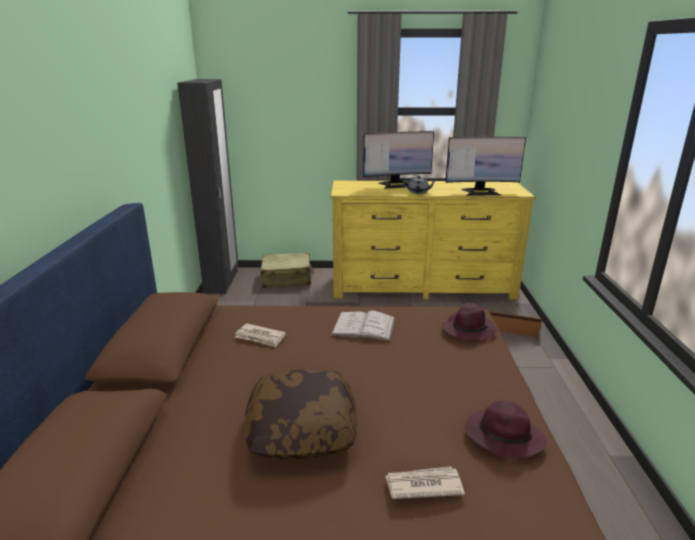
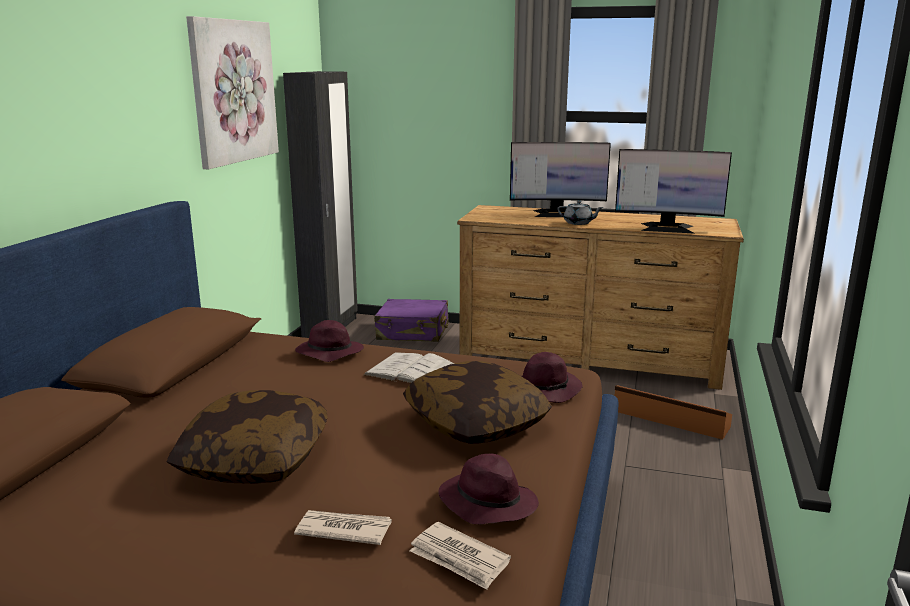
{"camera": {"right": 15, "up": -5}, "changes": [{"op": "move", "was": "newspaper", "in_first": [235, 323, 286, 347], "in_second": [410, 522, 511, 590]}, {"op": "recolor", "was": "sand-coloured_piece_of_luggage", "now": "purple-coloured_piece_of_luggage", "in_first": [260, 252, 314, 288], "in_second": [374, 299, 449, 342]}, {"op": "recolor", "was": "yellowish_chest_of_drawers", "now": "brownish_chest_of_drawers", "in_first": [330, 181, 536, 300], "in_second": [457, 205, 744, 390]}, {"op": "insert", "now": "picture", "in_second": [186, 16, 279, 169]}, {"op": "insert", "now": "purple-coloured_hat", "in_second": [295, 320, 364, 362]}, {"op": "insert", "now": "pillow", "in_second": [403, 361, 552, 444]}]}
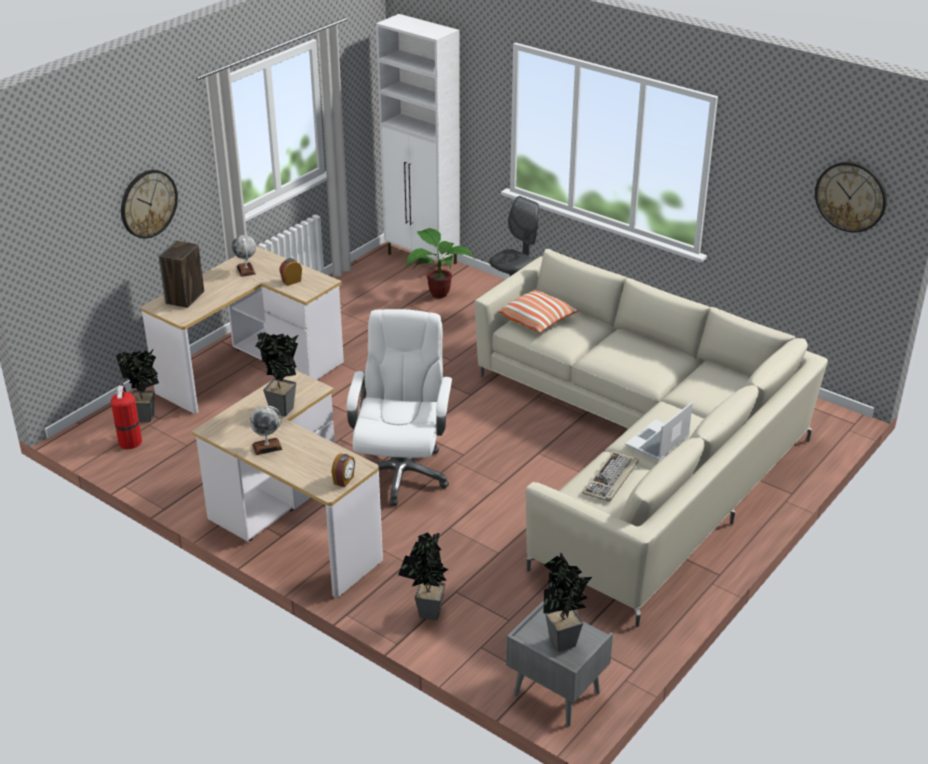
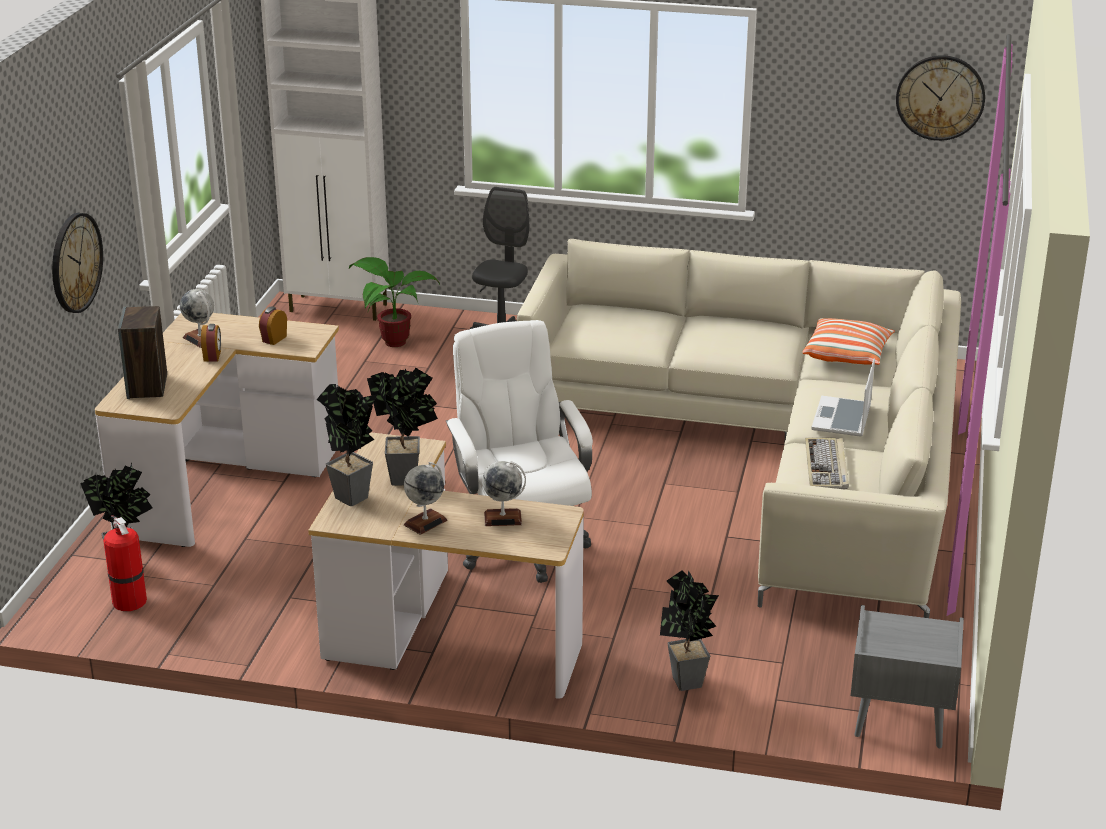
{"camera": {"right": -25, "up": -5}, "changes": [{"op": "move", "was": "table_clock", "in_first": [332, 453, 355, 487], "in_second": [201, 324, 221, 362]}, {"op": "move", "was": "pillow", "in_first": [498, 289, 579, 332], "in_second": [802, 318, 895, 365]}, {"op": "move", "was": "plant_in_a_pot", "in_first": [543, 552, 592, 652], "in_second": [316, 384, 377, 506]}, {"op": "insert", "now": "desk_globe", "in_second": [482, 461, 526, 526]}]}
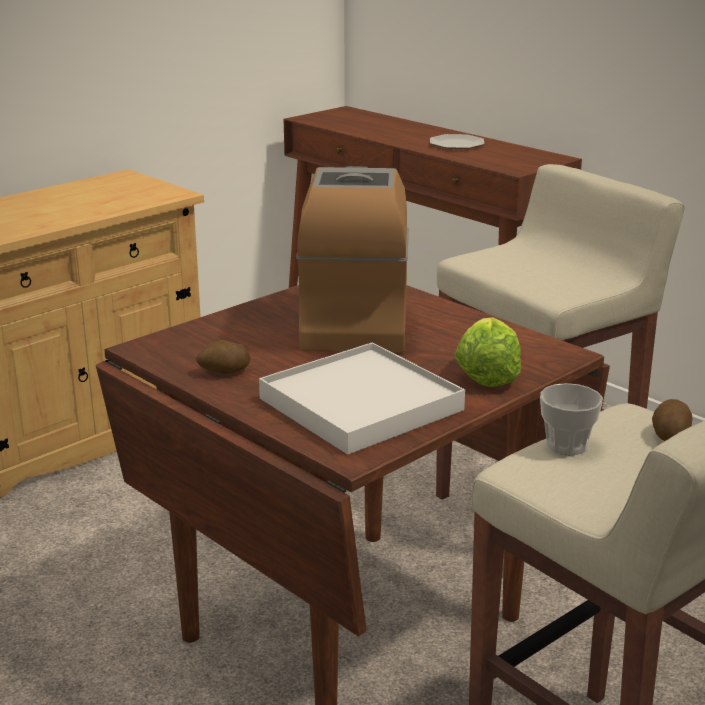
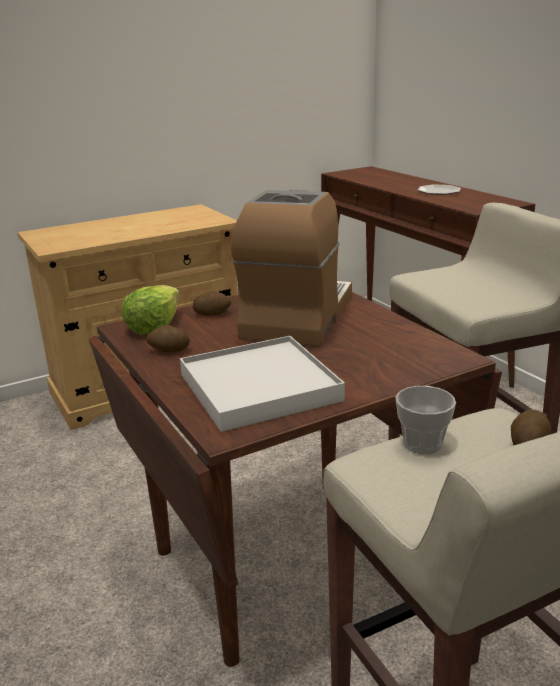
{"camera": {"right": 15, "up": 0}, "changes": [{"op": "move", "was": "head_of_lettuce", "in_first": [455, 317, 521, 387], "in_second": [121, 285, 180, 335]}, {"op": "insert", "now": "potato", "in_second": [193, 291, 231, 316]}]}
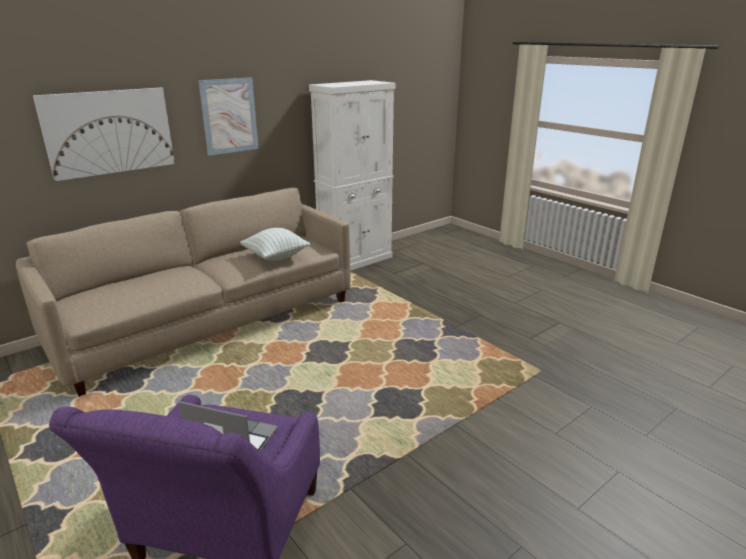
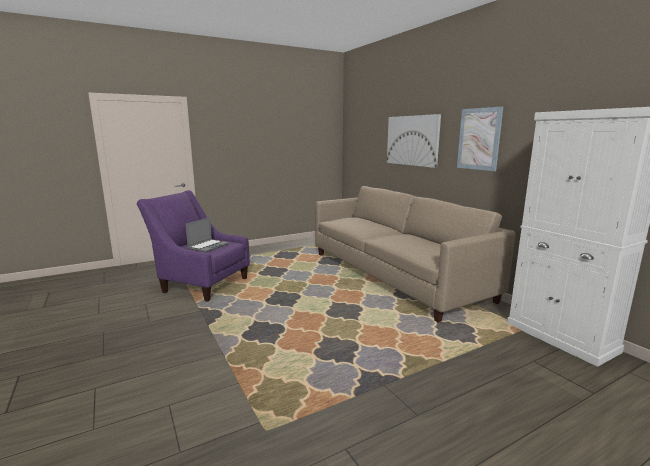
{"camera": {"right": 100, "up": -10}, "changes": [{"op": "delete", "was": "pillow", "in_first": [240, 228, 310, 261]}]}
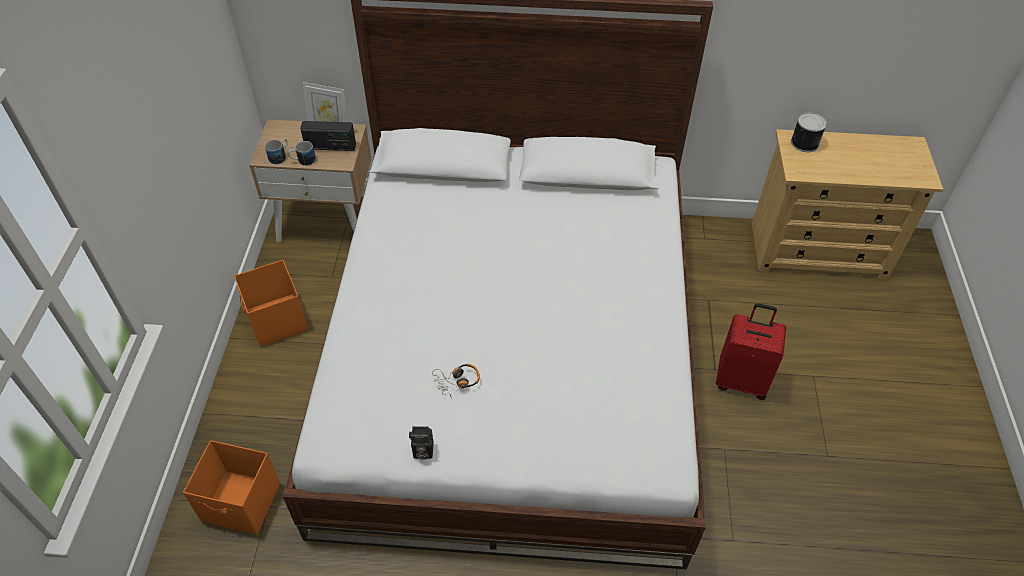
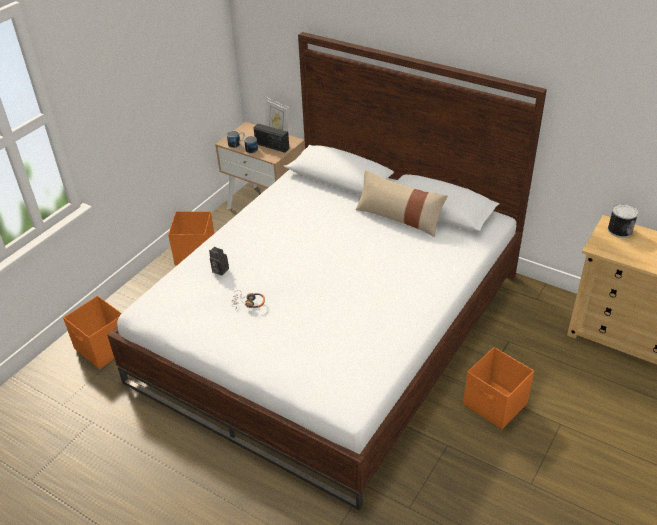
{"camera": {"right": 30, "up": -10}, "changes": [{"op": "move", "was": "still_camera", "in_first": [409, 426, 434, 460], "in_second": [209, 247, 229, 276]}, {"op": "replace", "was": "reddish_piece_of_luggage", "now": "orange_storage_box", "in_first": [716, 303, 786, 400], "in_second": [463, 347, 534, 429]}, {"op": "insert", "now": "sand-coloured_pillow", "in_second": [356, 170, 448, 237]}]}
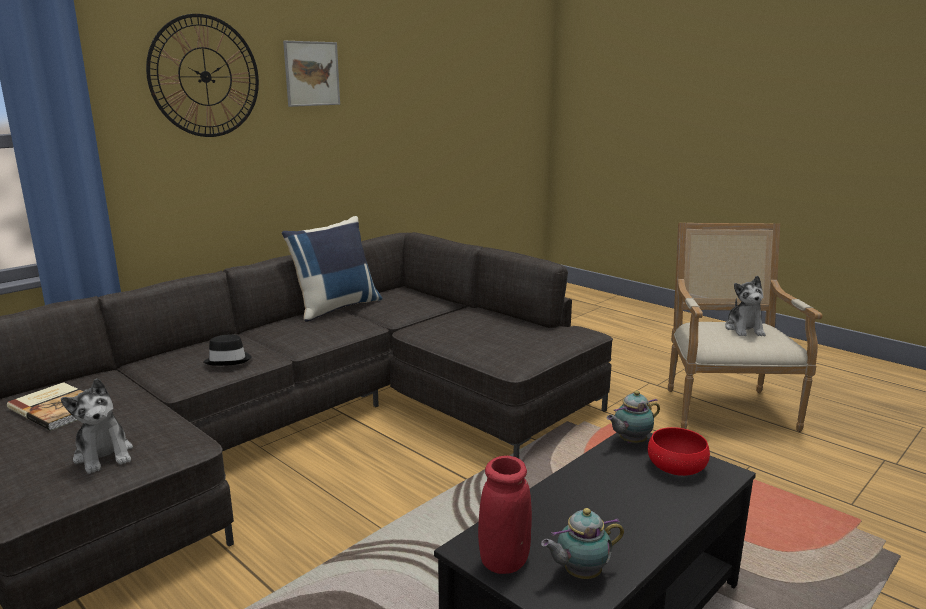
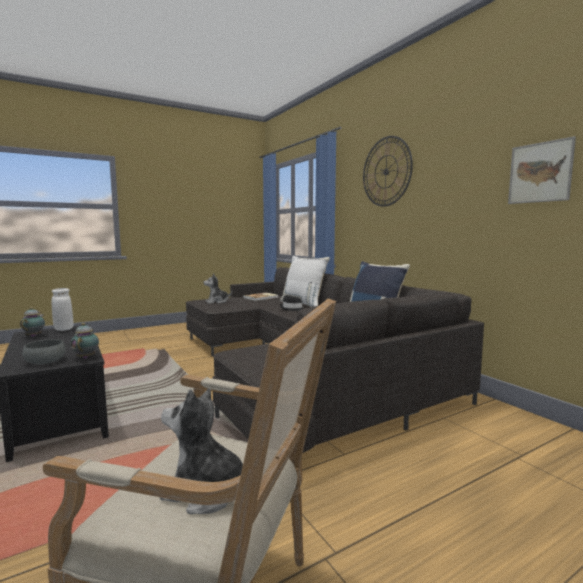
{"camera": {"right": 105, "up": -10}, "changes": [{"op": "move", "was": "picture", "in_first": [283, 41, 340, 107], "in_second": [508, 136, 576, 204]}, {"op": "recolor", "was": "reddish_flower_vase", "now": "whitish_flower_vase", "in_first": [478, 456, 532, 574], "in_second": [52, 288, 73, 331]}, {"op": "recolor", "was": "reddish_deep_dish", "now": "gray_deep_dish", "in_first": [648, 427, 710, 476], "in_second": [22, 339, 66, 364]}, {"op": "insert", "now": "whitish_pillow", "in_second": [280, 256, 330, 307]}]}
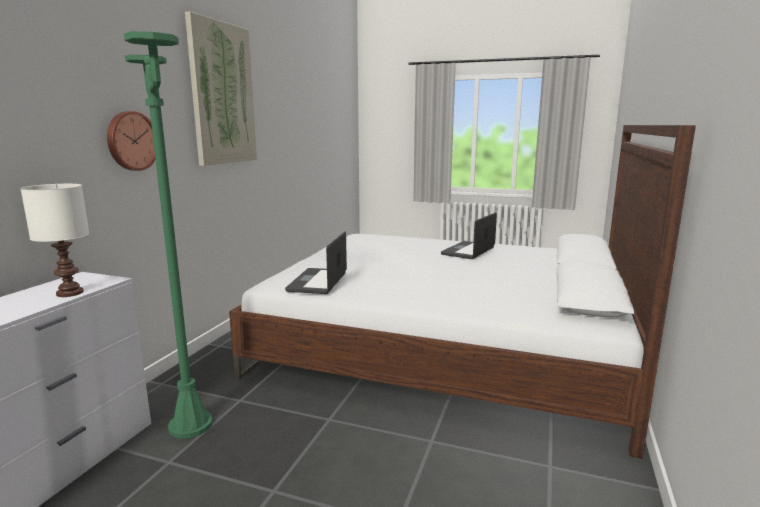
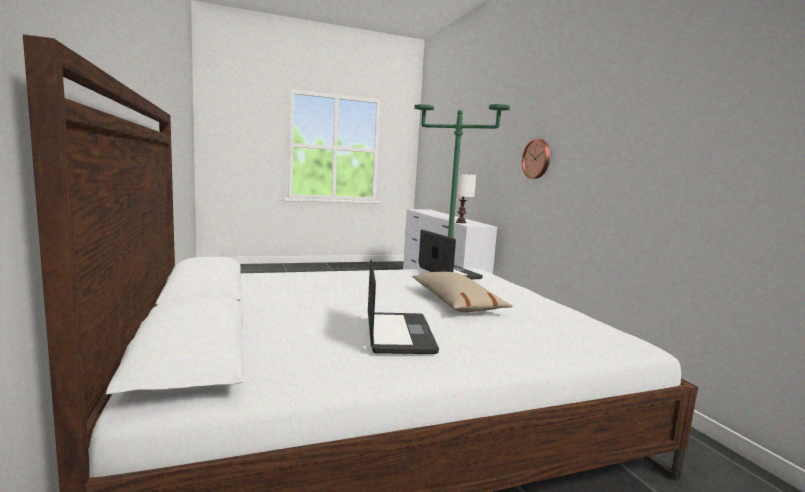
{"camera": {"right": 140, "up": -5}, "changes": [{"op": "delete", "was": "picture", "in_first": [185, 11, 257, 166]}, {"op": "insert", "now": "sand-coloured_pillow", "in_second": [412, 272, 513, 312]}]}
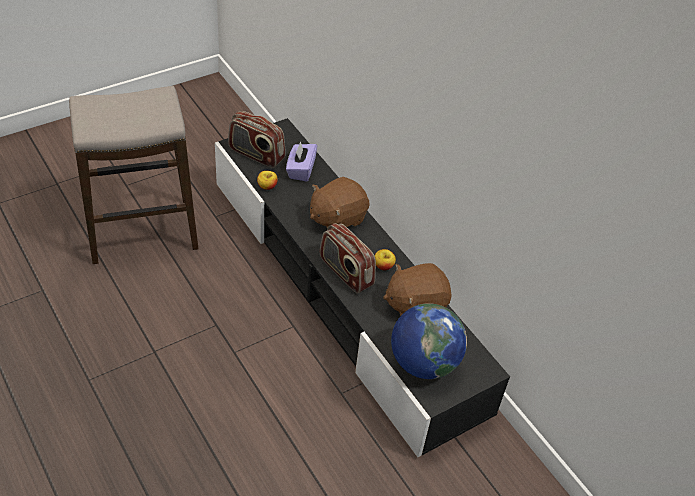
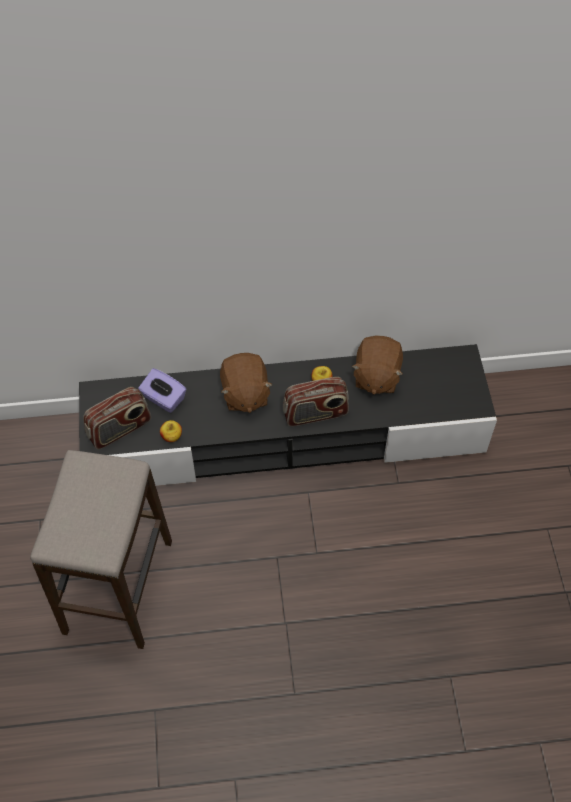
{"camera": {"right": -60, "up": 10}, "changes": [{"op": "delete", "was": "desk_globe", "in_first": [391, 303, 467, 379]}]}
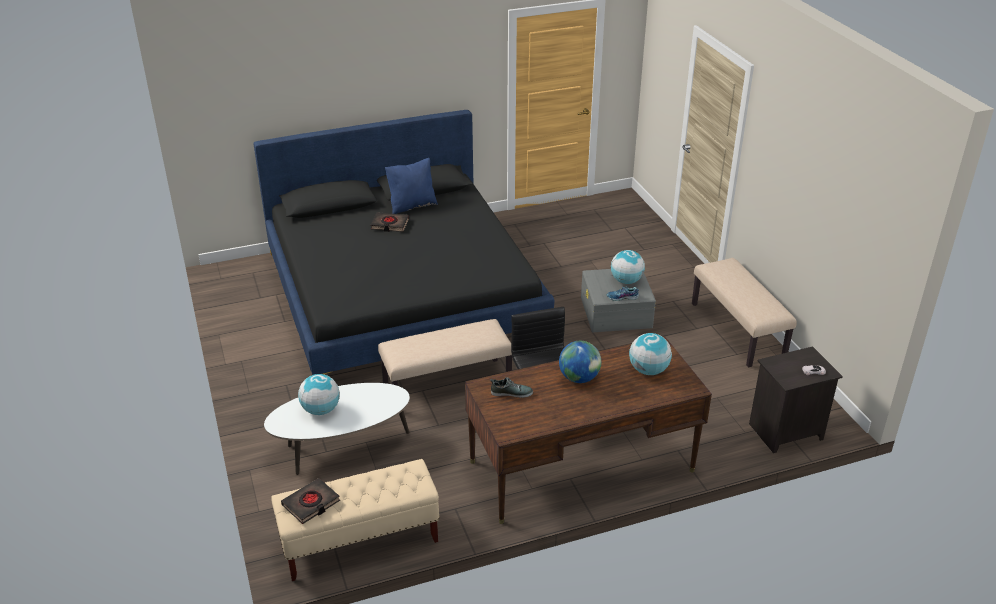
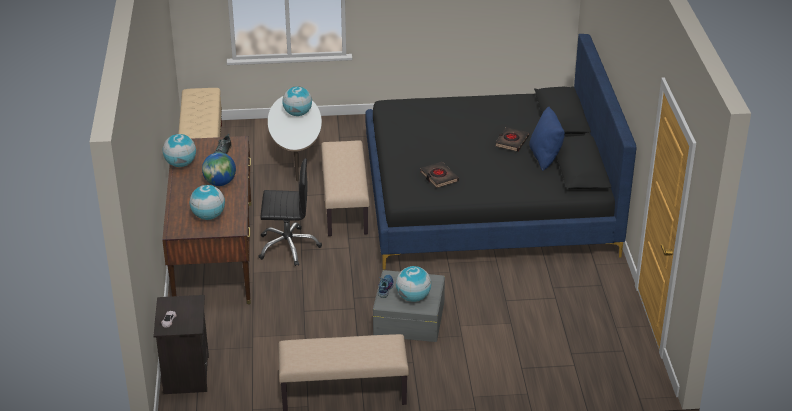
{"camera": {"right": 105, "up": 0}, "changes": [{"op": "move", "was": "black_book", "in_first": [281, 478, 340, 524], "in_second": [420, 162, 459, 188]}, {"op": "insert", "now": "desk_globe", "in_second": [163, 134, 196, 167]}]}
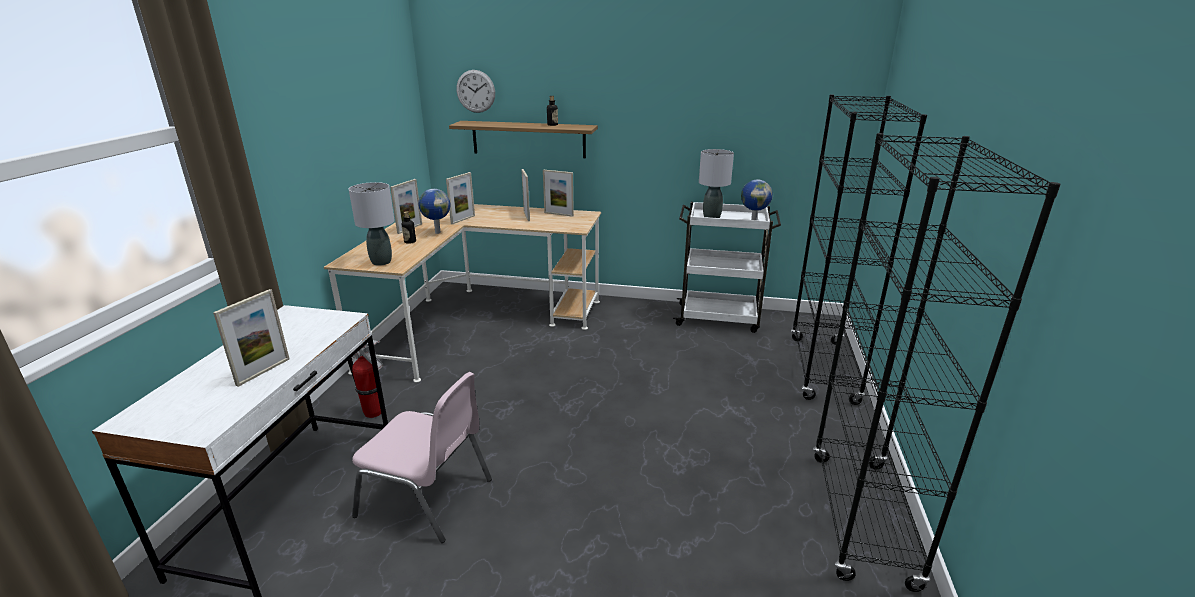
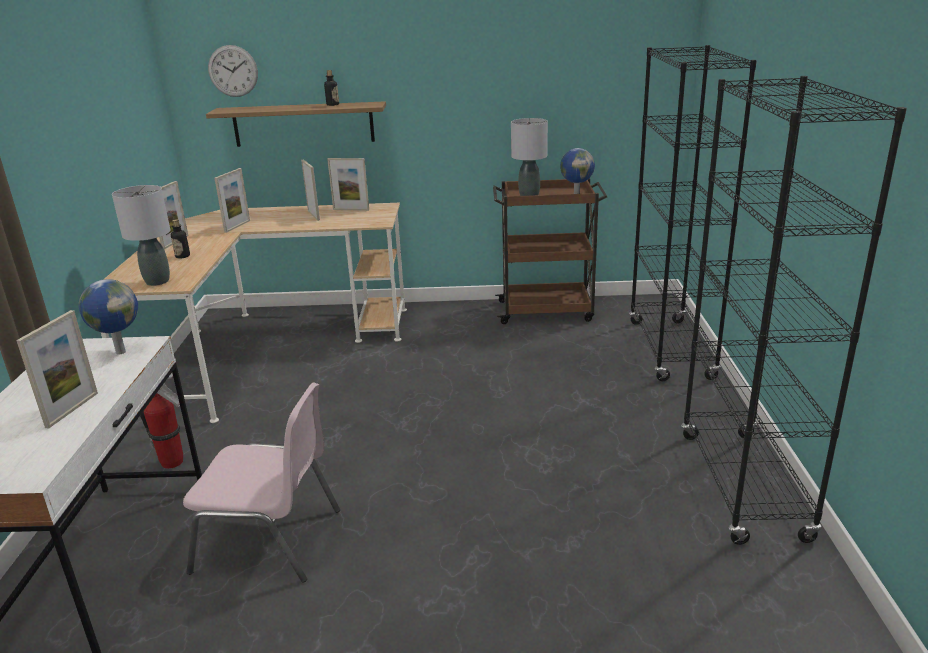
{"camera": {"right": -10, "up": 0}, "changes": [{"op": "move", "was": "desk_globe", "in_first": [418, 189, 451, 234], "in_second": [79, 279, 138, 355]}, {"op": "recolor", "was": "whitish_cart", "now": "brownish_cart", "in_first": [673, 202, 781, 333], "in_second": [493, 178, 607, 324]}]}
